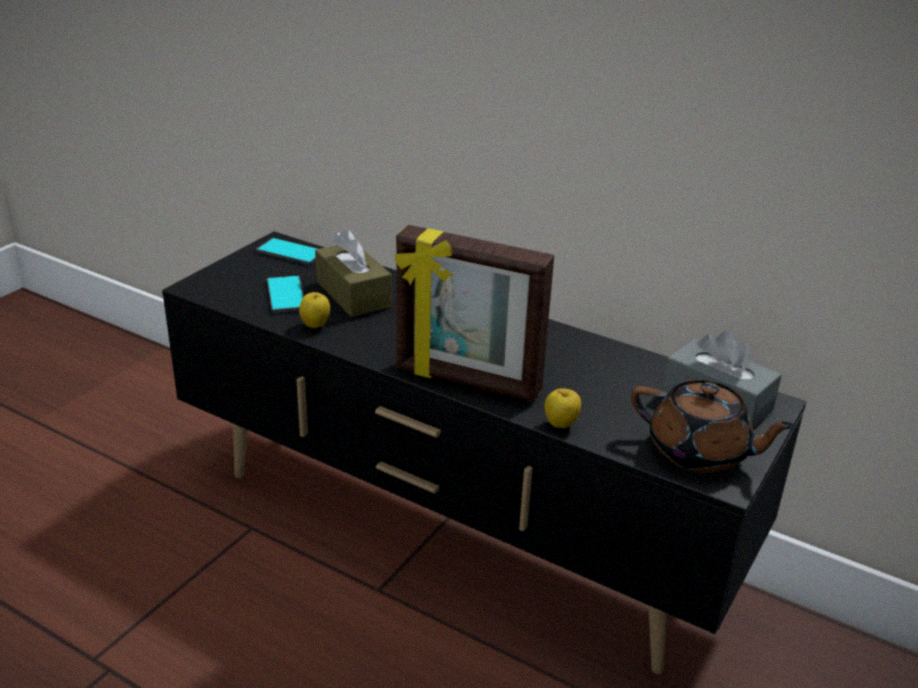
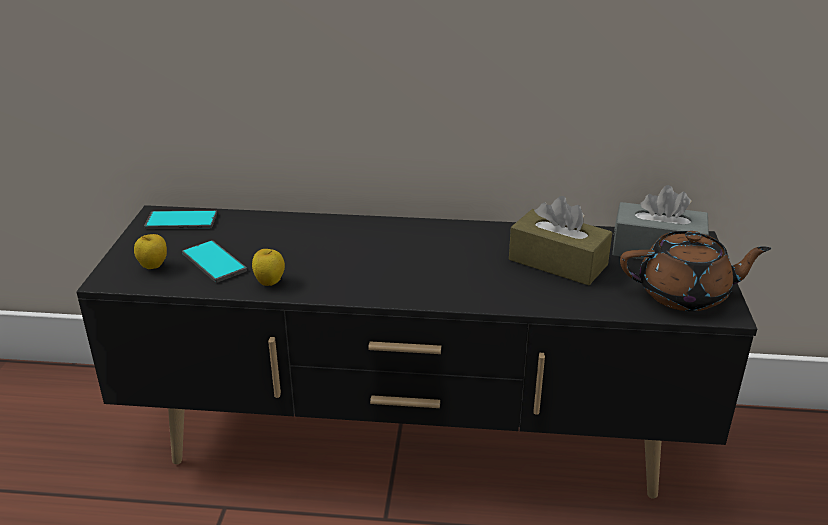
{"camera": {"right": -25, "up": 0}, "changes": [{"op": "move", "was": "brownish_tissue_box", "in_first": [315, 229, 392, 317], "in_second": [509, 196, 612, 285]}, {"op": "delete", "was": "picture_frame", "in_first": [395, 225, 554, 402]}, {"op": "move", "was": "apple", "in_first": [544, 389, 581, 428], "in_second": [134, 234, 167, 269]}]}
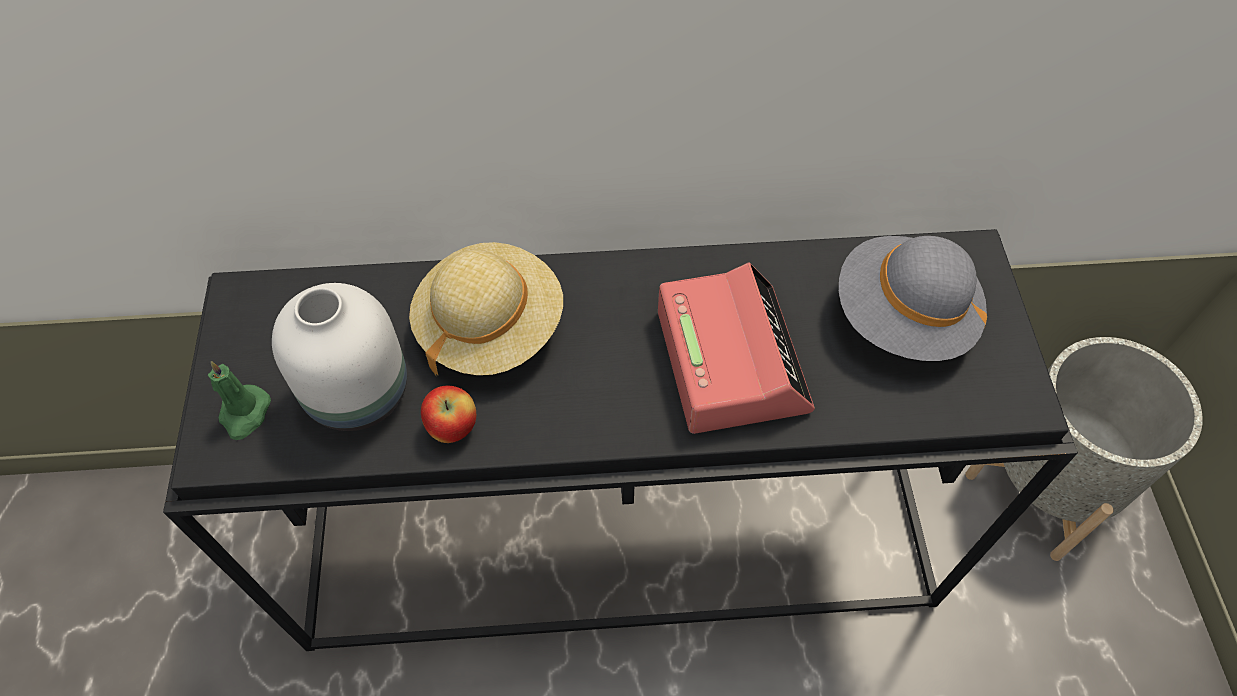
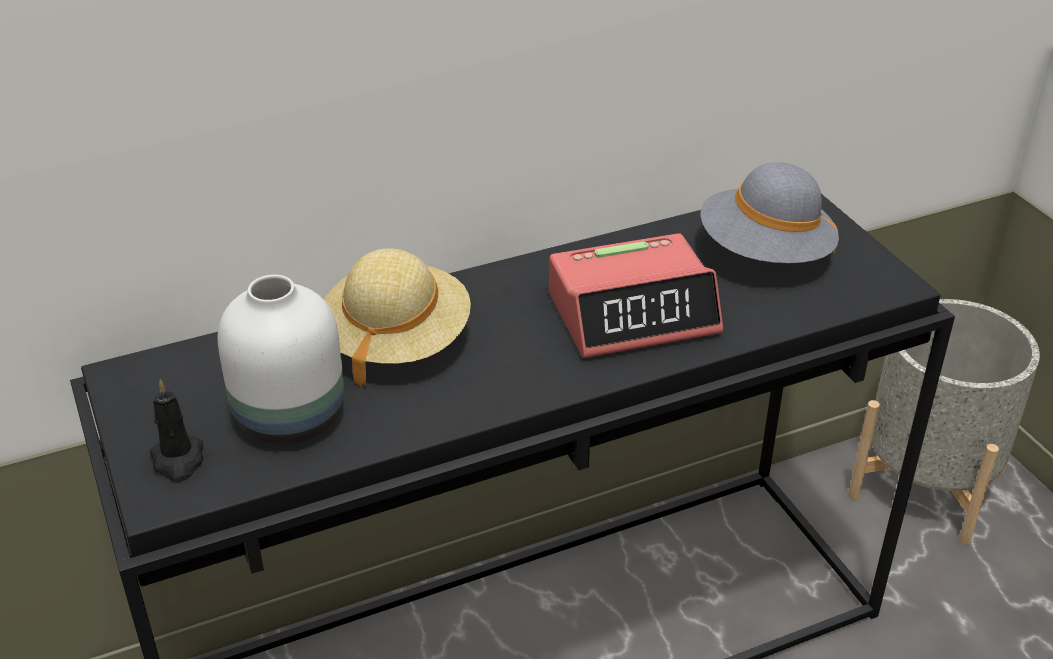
{"camera": {"right": -20, "up": -20}, "changes": [{"op": "recolor", "was": "greenish_candle", "now": "black_candle", "in_first": [208, 361, 271, 440], "in_second": [150, 379, 203, 482]}, {"op": "delete", "was": "apple", "in_first": [421, 385, 476, 443]}, {"op": "rotate", "was": "table_clock", "in_first": [658, 262, 815, 434], "in_second": [549, 233, 723, 358], "clockwise": 105}]}
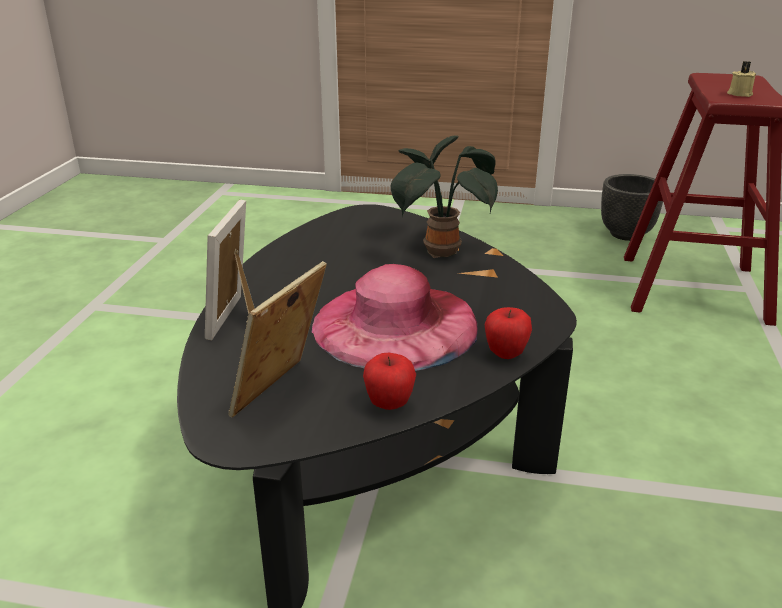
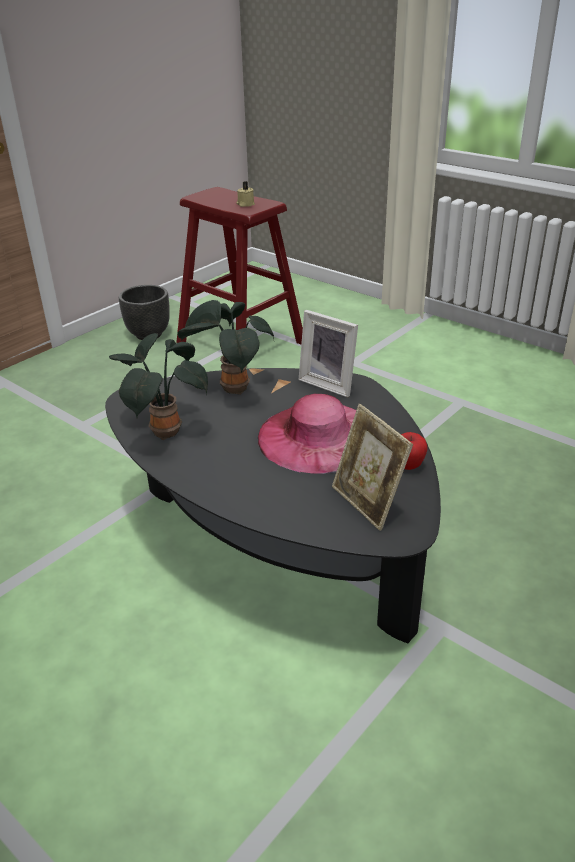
{"camera": {"right": -60, "up": 5}, "changes": [{"op": "move", "was": "picture_frame", "in_first": [205, 200, 255, 341], "in_second": [299, 310, 358, 397]}, {"op": "delete", "was": "apple", "in_first": [485, 307, 532, 359]}, {"op": "insert", "now": "plant_in_a_pot", "in_second": [109, 333, 208, 440]}]}
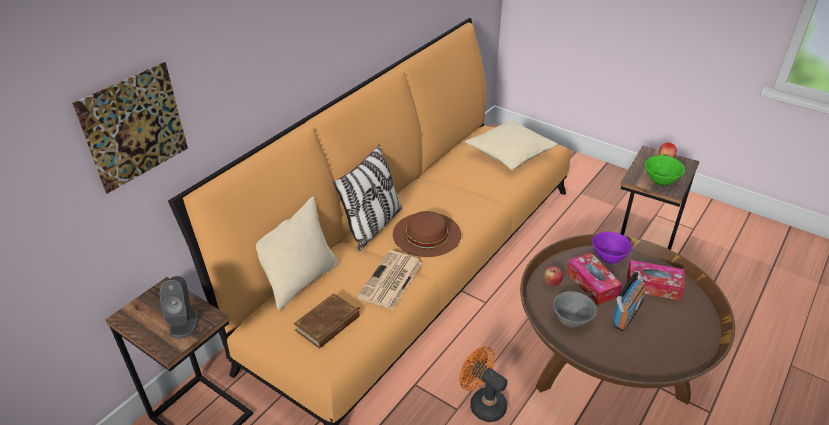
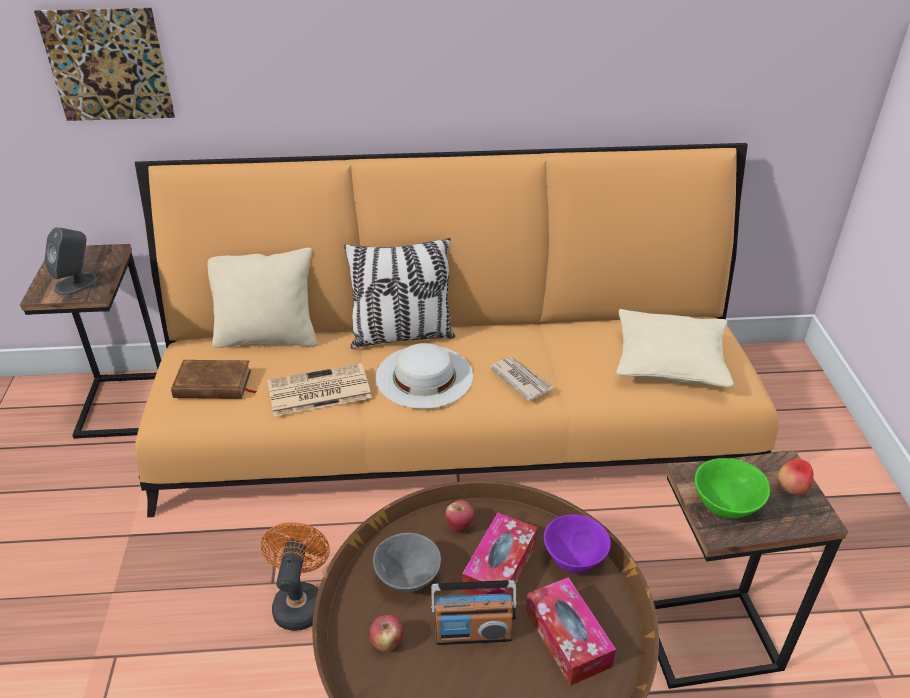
{"camera": {"right": 50, "up": 0}, "changes": [{"op": "recolor", "was": "brownish_hat", "now": "whitish_hat", "in_first": [393, 211, 461, 257], "in_second": [376, 343, 473, 409]}, {"op": "insert", "now": "apple", "in_second": [369, 615, 404, 652]}, {"op": "insert", "now": "newspaper", "in_second": [489, 357, 553, 401]}]}
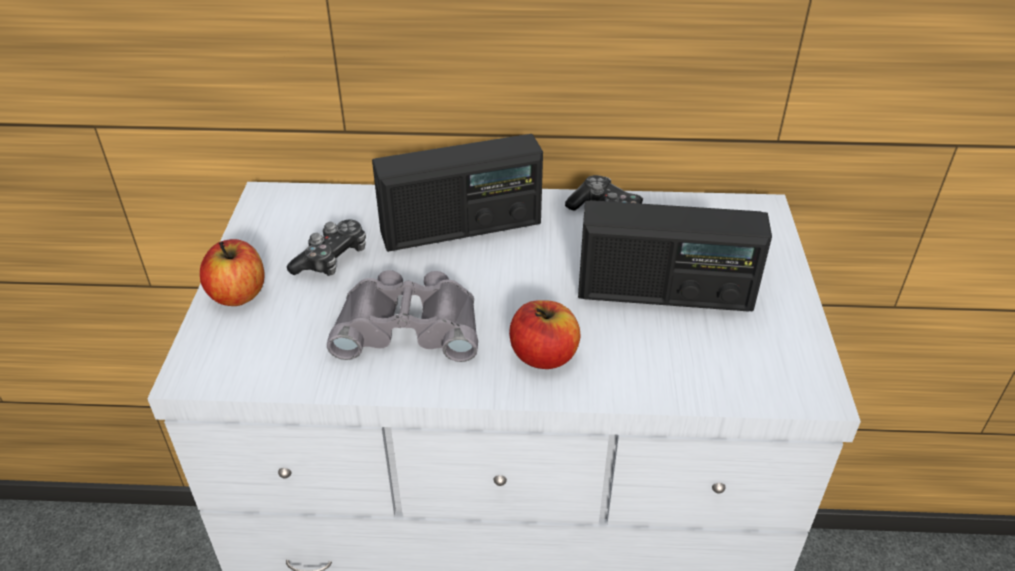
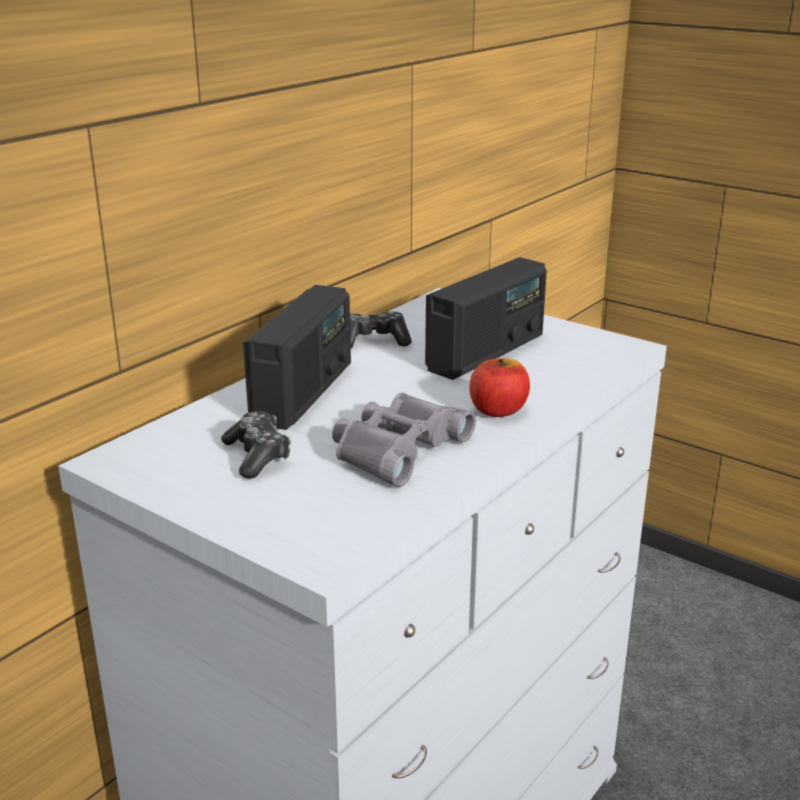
{"camera": {"right": -55, "up": -15}, "changes": [{"op": "delete", "was": "apple", "in_first": [200, 239, 265, 306]}]}
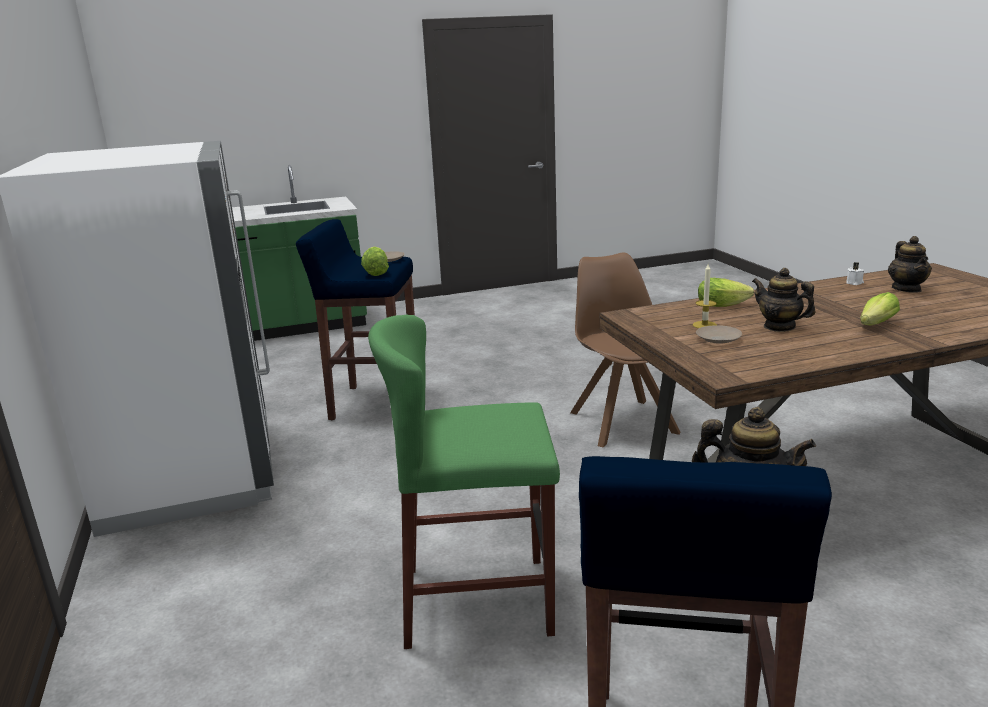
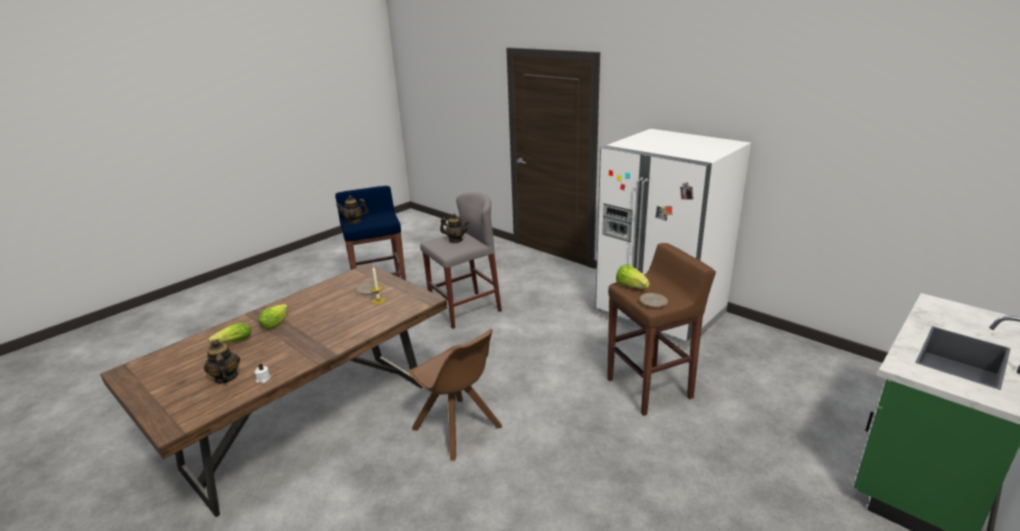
{"camera": {"right": 150, "up": 5}, "changes": [{"op": "recolor", "was": "blue_sitting_stool", "now": "brownish_sitting_stool", "in_first": [296, 219, 415, 420], "in_second": [607, 243, 716, 416]}, {"op": "recolor", "was": "greenish_sitting_stool", "now": "gray_sitting_stool", "in_first": [368, 314, 560, 649], "in_second": [420, 192, 502, 329]}, {"op": "move", "was": "head_of_lettuce", "in_first": [698, 278, 754, 307], "in_second": [208, 323, 251, 343]}, {"op": "move", "was": "teapot", "in_first": [752, 268, 816, 332], "in_second": [440, 214, 469, 243]}]}
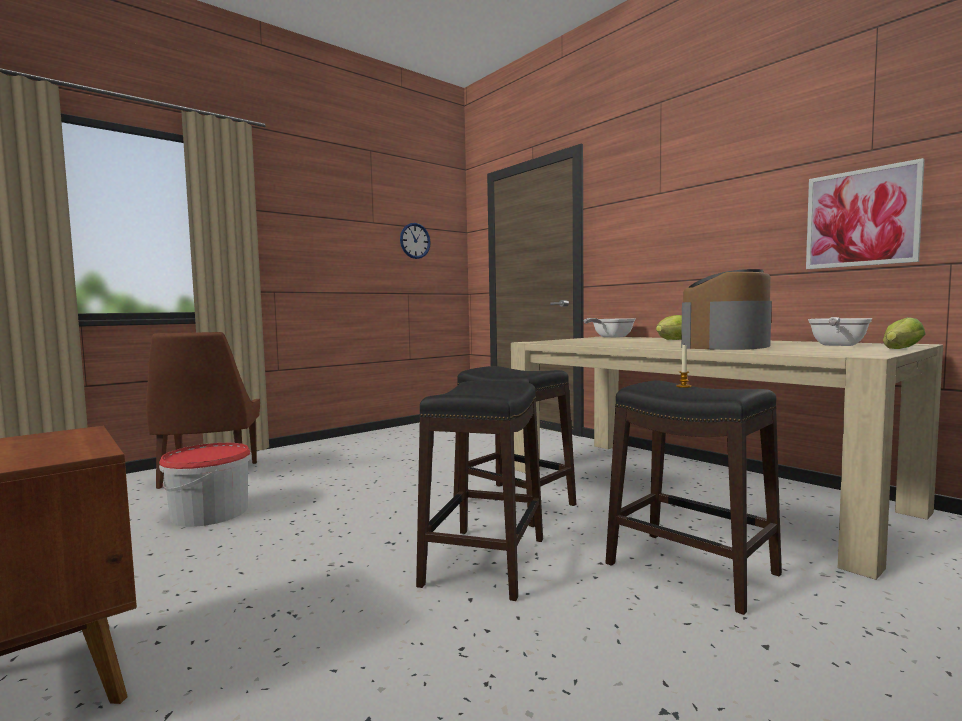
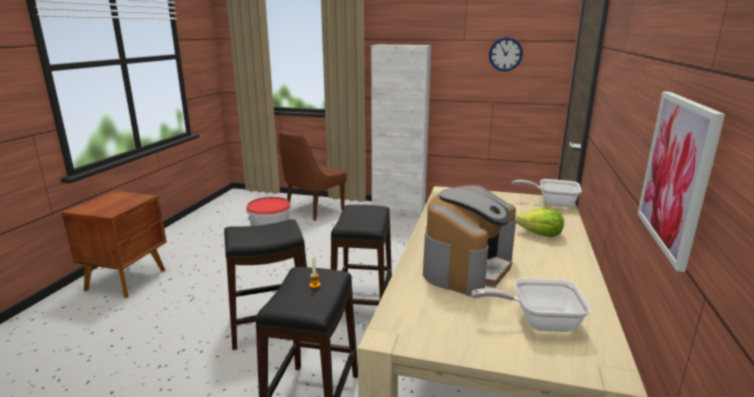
{"camera": {"right": 55, "up": 15}, "changes": [{"op": "rotate", "was": "coffee_maker", "in_first": [681, 269, 772, 350], "in_second": [423, 185, 516, 297], "clockwise": 120}, {"op": "delete", "was": "head_of_lettuce", "in_first": [883, 317, 925, 349]}, {"op": "insert", "now": "whitish_cabinet", "in_second": [371, 45, 431, 215]}]}
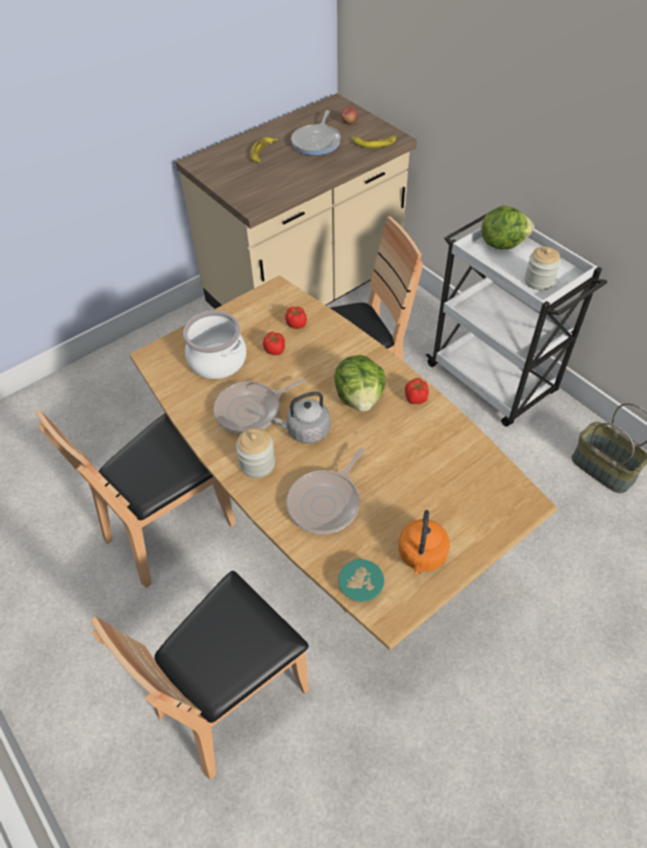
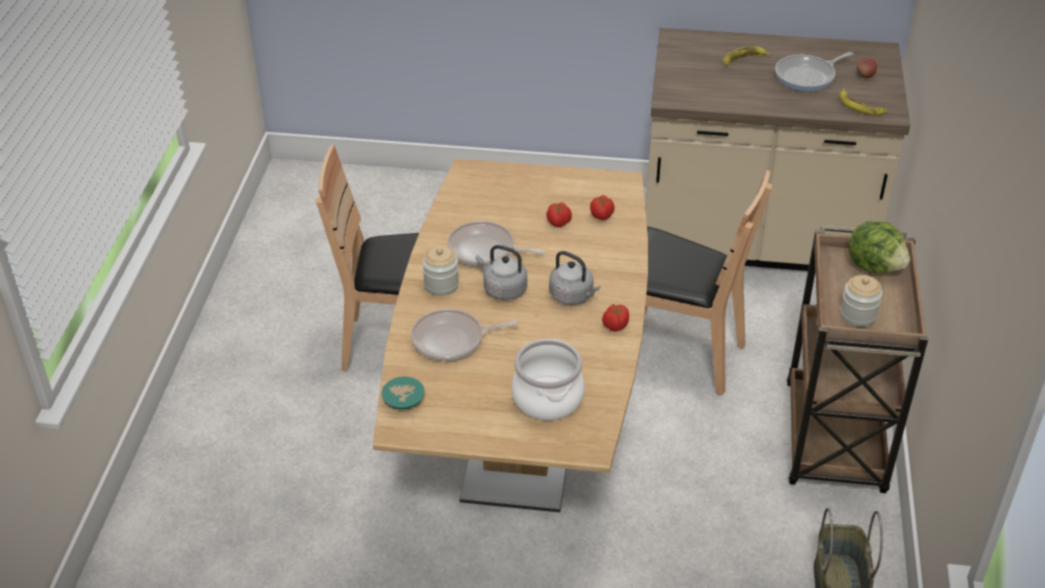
{"camera": {"right": 45, "up": -10}, "changes": [{"op": "delete", "was": "brownish_upright_chair", "in_first": [90, 571, 309, 780]}, {"op": "move", "was": "saucepot", "in_first": [183, 311, 247, 379], "in_second": [511, 339, 585, 420]}, {"op": "replace", "was": "head_of_lettuce", "now": "gray_tea_kettle", "in_first": [335, 355, 385, 412], "in_second": [549, 251, 600, 305]}, {"op": "delete", "was": "orange_tea_kettle", "in_first": [399, 510, 450, 574]}, {"op": "recolor", "was": "whitish_cart", "now": "brownish_cart", "in_first": [426, 214, 607, 427], "in_second": [786, 226, 928, 493]}]}
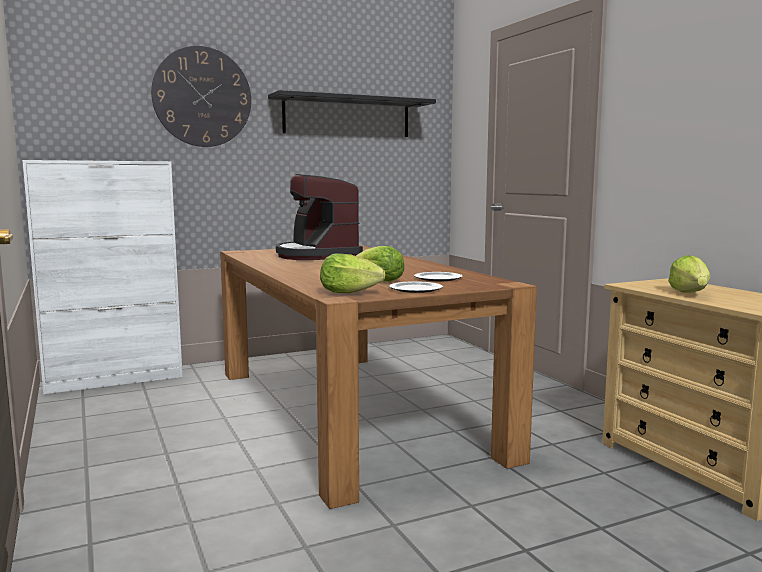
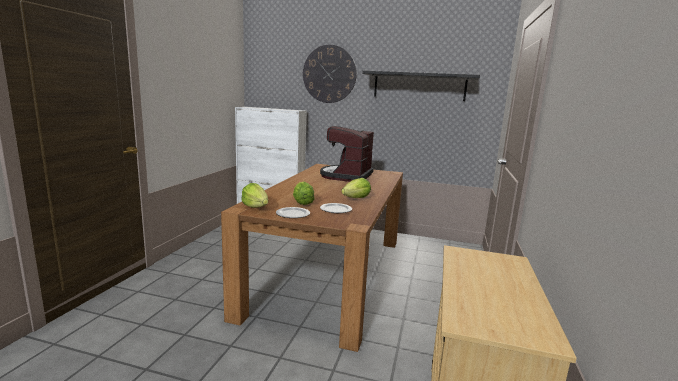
{"camera": {"right": 40, "up": 5}, "changes": [{"op": "move", "was": "head_of_lettuce", "in_first": [668, 255, 710, 293], "in_second": [341, 178, 371, 198]}]}
